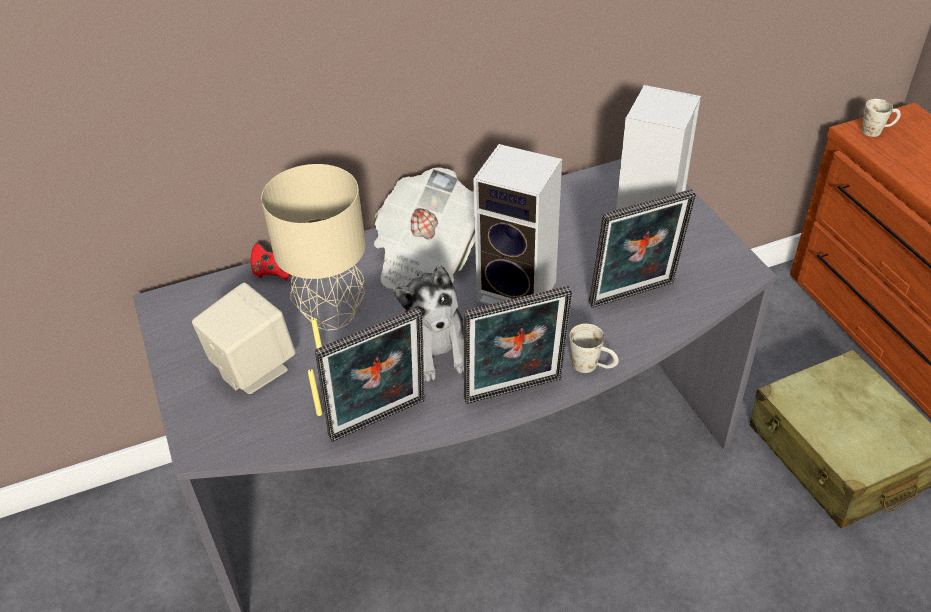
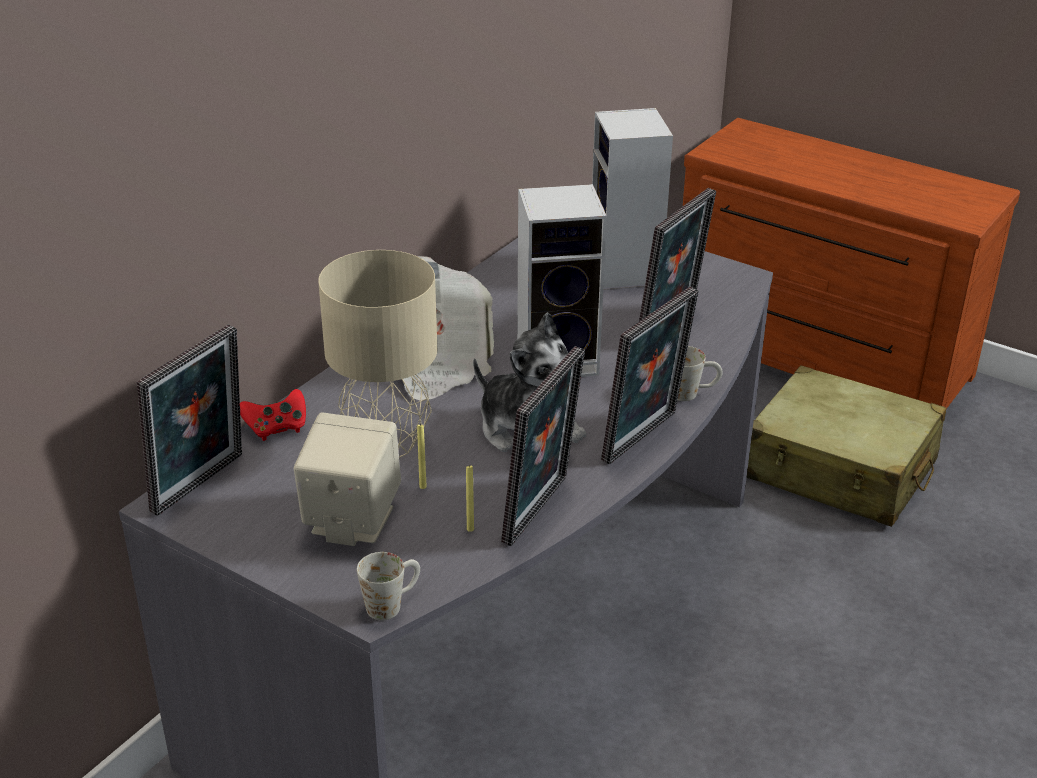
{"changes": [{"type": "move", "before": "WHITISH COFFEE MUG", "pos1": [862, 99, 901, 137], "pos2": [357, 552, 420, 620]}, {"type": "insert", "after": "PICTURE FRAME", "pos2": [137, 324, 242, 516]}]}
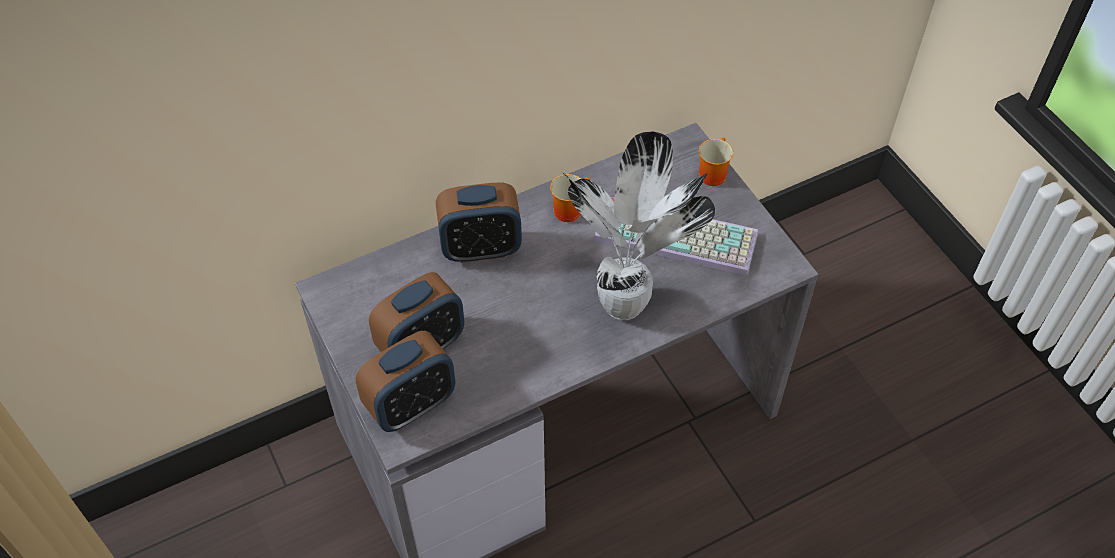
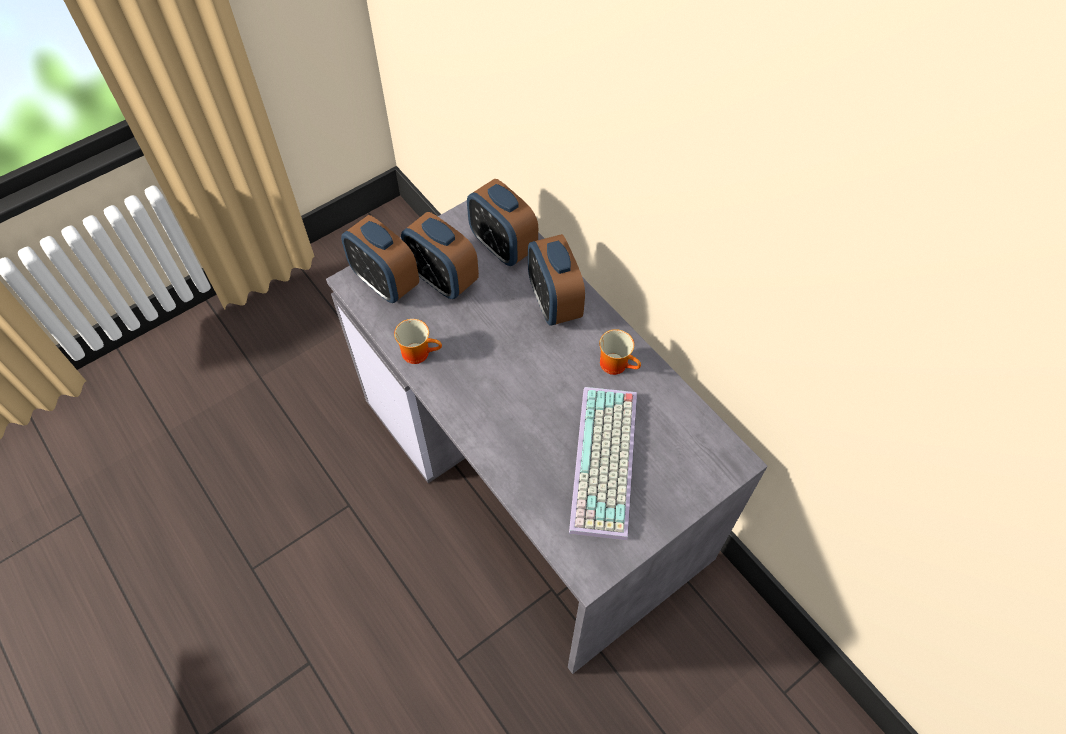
{"changes": [{"type": "delete", "before": "HOUSEPLANT", "pos1": [562, 131, 715, 320]}, {"type": "move", "before": "COFFEE MUG", "pos1": [699, 137, 734, 186], "pos2": [394, 319, 442, 364]}, {"type": "insert", "after": "ALARM CLOCK", "pos2": [467, 179, 538, 266]}]}
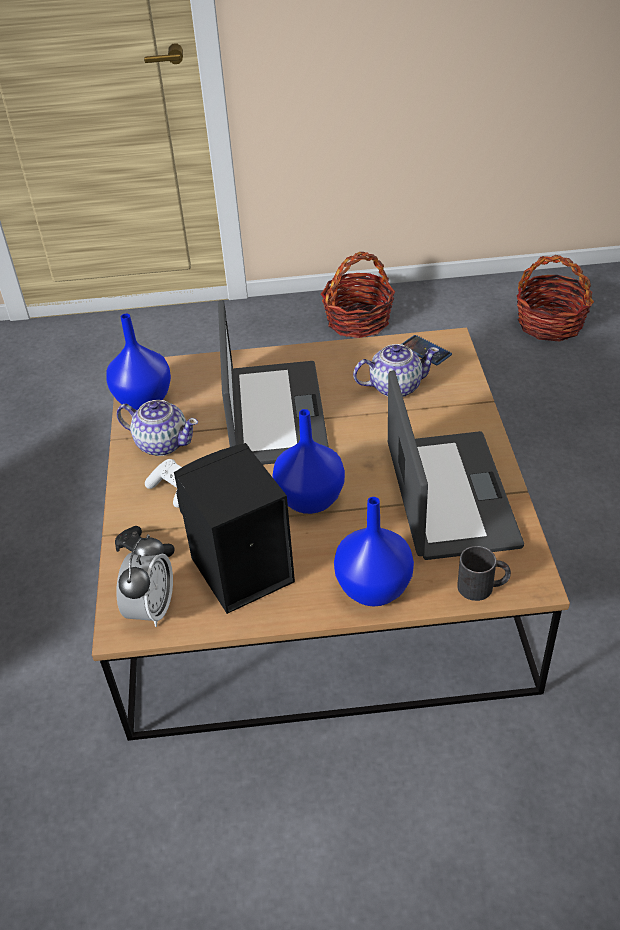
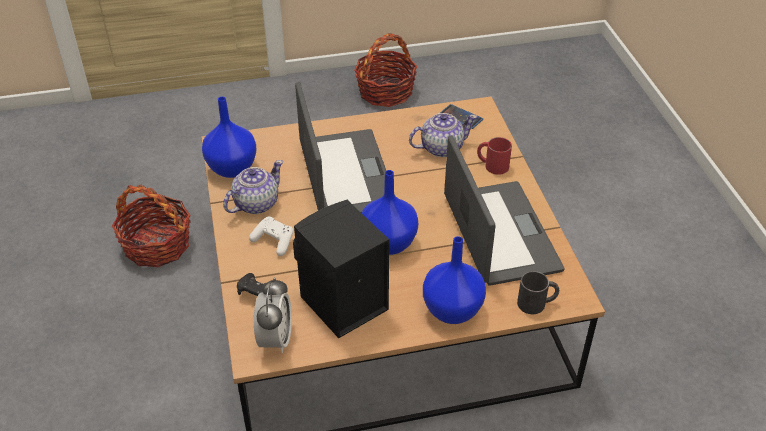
{"changes": [{"type": "rotate", "before": "POT FOR TEA", "pos1": [117, 400, 198, 456], "pos2": [223, 160, 283, 214], "turn": -60}, {"type": "move", "before": "BASKET", "pos1": [516, 255, 594, 341], "pos2": [112, 184, 191, 267]}, {"type": "insert", "after": "RED-COLOURED COFFEE MUG", "pos2": [477, 137, 512, 175]}]}
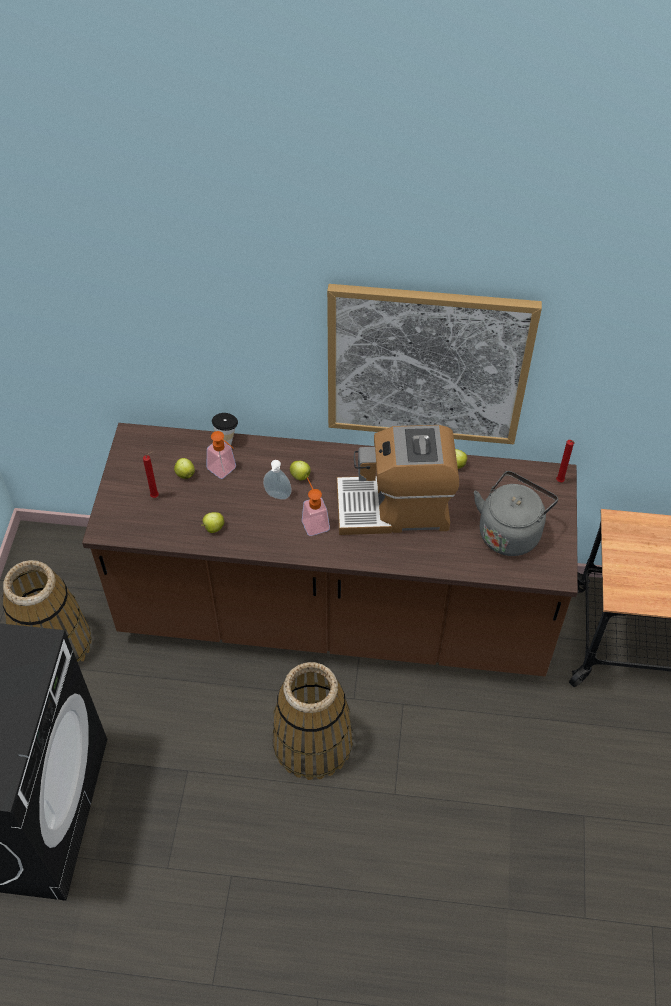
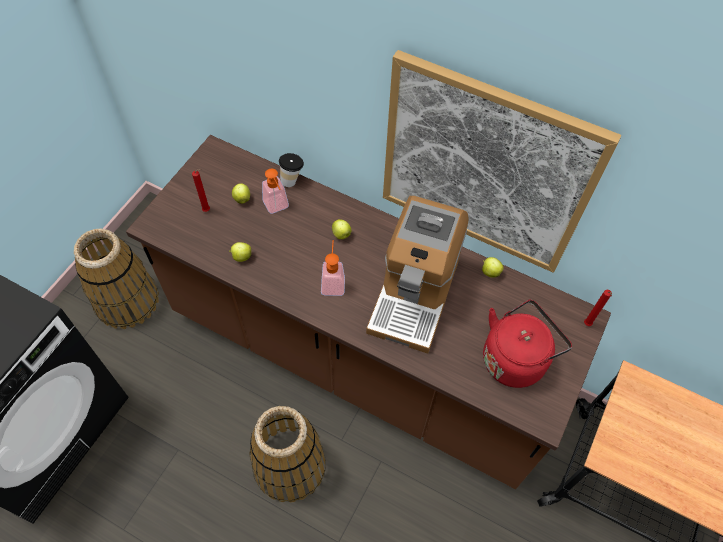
{"changes": [{"type": "delete", "before": "SOAP DISPENSER", "pos1": [263, 460, 291, 500]}, {"type": "rotate", "before": "COFFEE MACHINE", "pos1": [337, 425, 459, 535], "pos2": [366, 196, 469, 353], "turn": -90}, {"type": "recolor", "before": "GRAY KETTLE", "after": "RED-COLOURED KETTLE", "pos1": [474, 471, 558, 556], "pos2": [483, 299, 572, 388]}]}
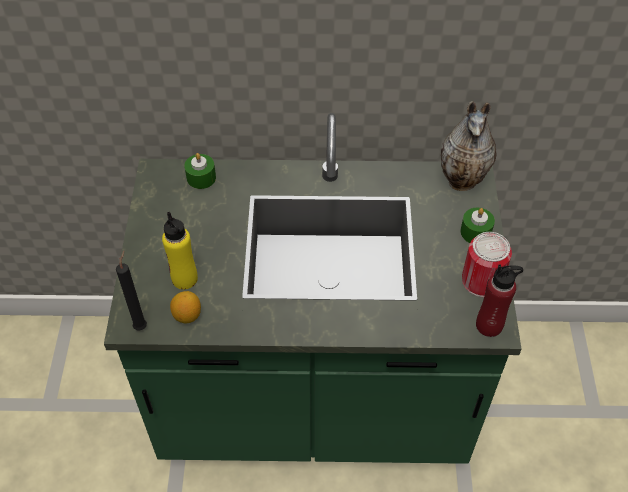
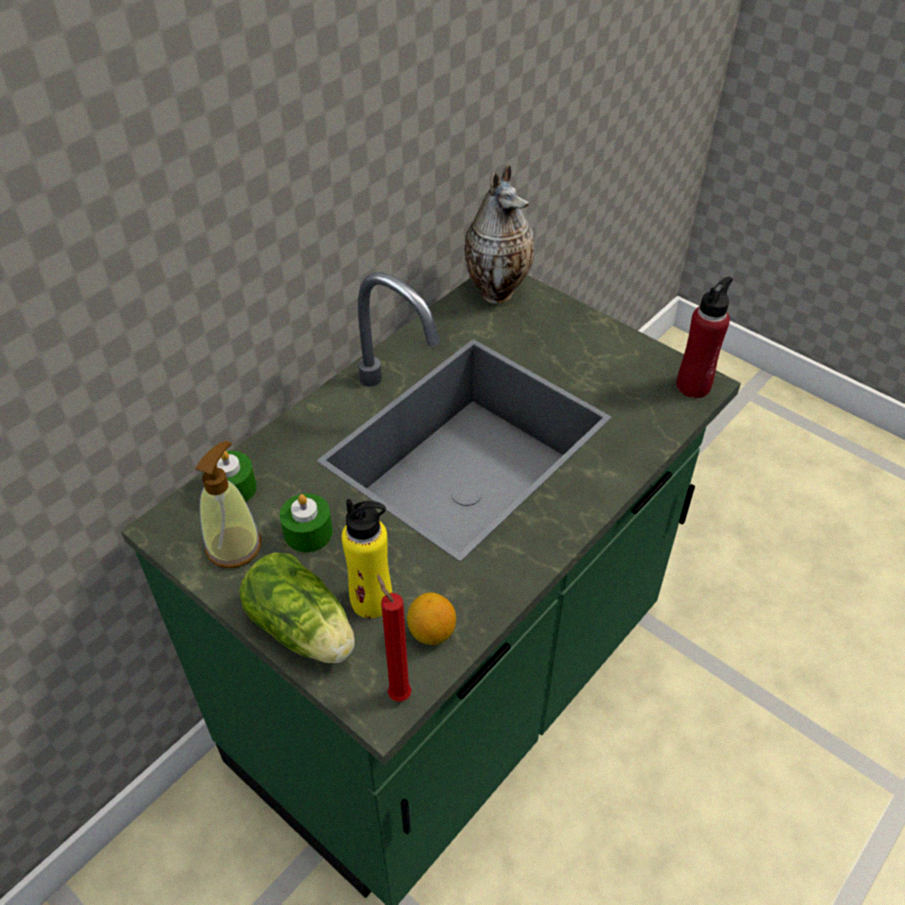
{"changes": [{"type": "recolor", "before": "BLACKISH WAX LIGHT", "after": "RED-COLOURED WAX LIGHT", "pos1": [116, 251, 147, 330], "pos2": [377, 574, 411, 702]}, {"type": "move", "before": "GREEN-COLOURED WAX LIGHT", "pos1": [460, 208, 495, 243], "pos2": [280, 493, 333, 552]}, {"type": "delete", "before": "CAN", "pos1": [462, 232, 512, 298]}, {"type": "insert", "after": "SOAP DISPENSER", "pos2": [195, 441, 261, 568]}, {"type": "insert", "after": "LETTUCE HEAD", "pos2": [239, 552, 355, 664]}]}
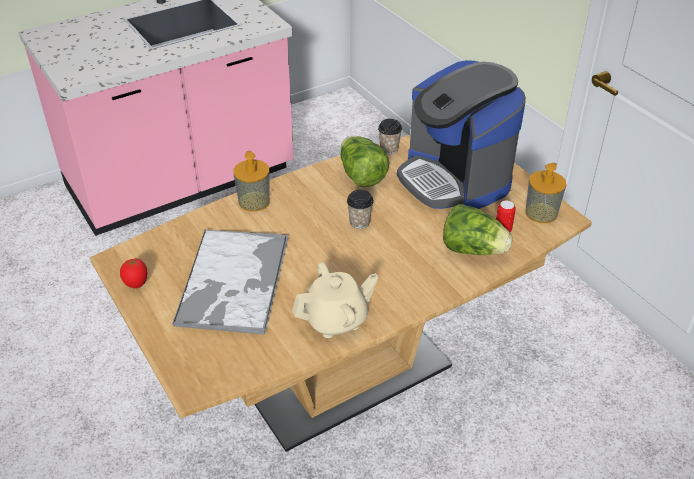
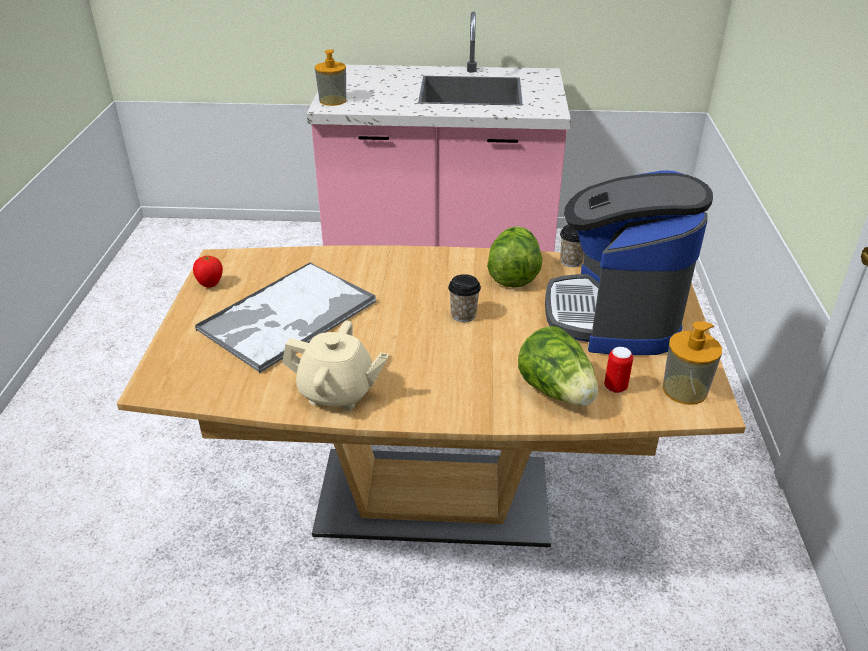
{"changes": [{"type": "move", "before": "SOAP DISPENSER", "pos1": [233, 151, 270, 212], "pos2": [315, 49, 346, 106]}]}
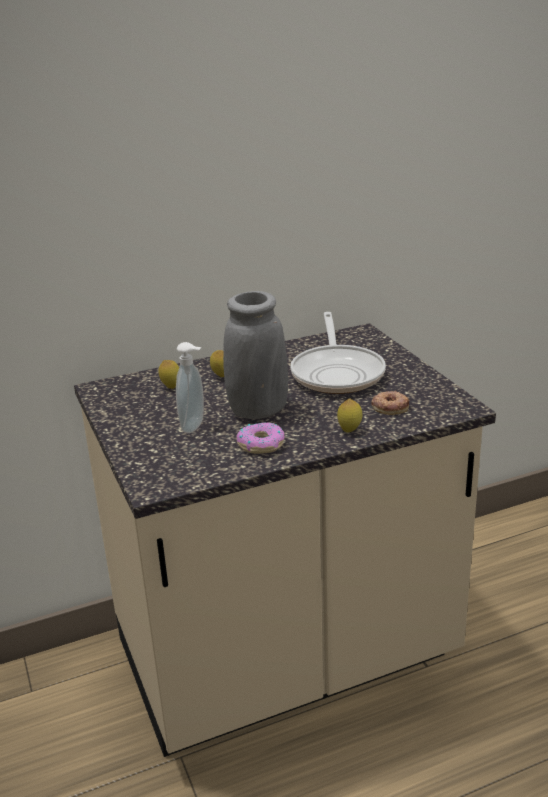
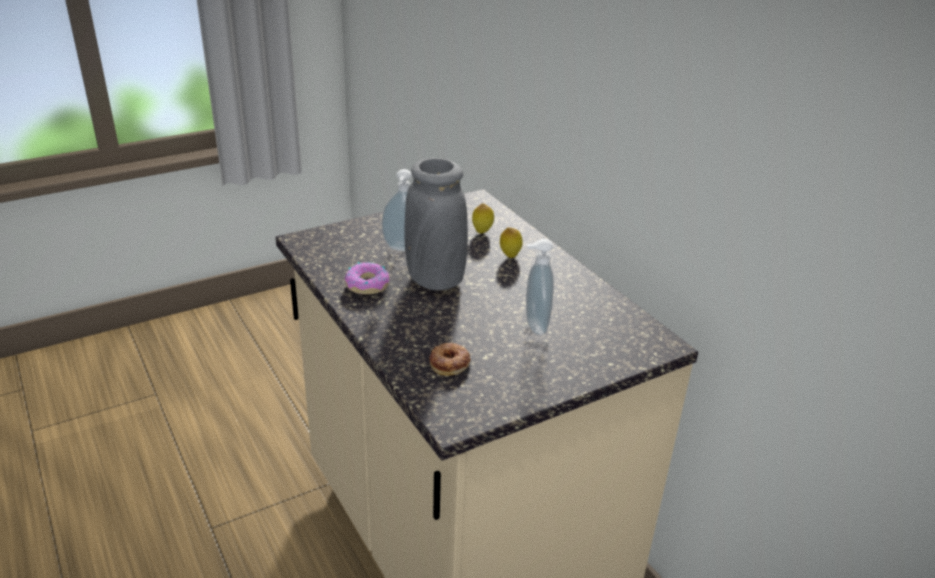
{"changes": [{"type": "replace", "before": "PAN", "after": "SOAP DISPENSER", "pos1": [291, 312, 386, 394], "pos2": [526, 239, 554, 335]}, {"type": "delete", "before": "CITRUS FRUIT", "pos1": [337, 399, 362, 433]}]}
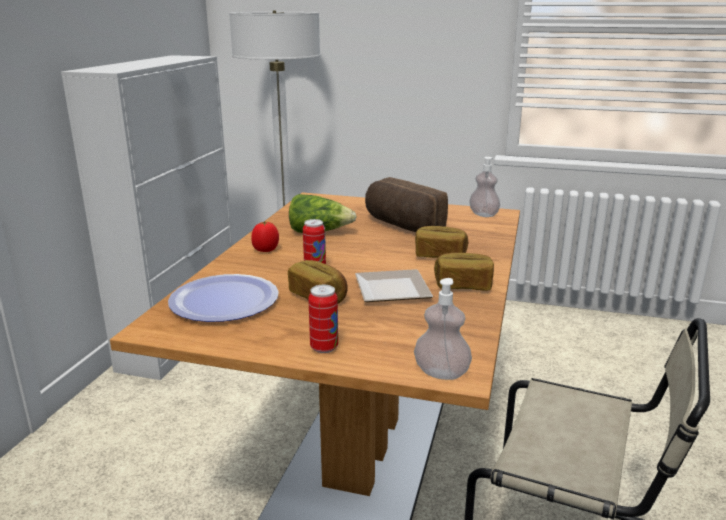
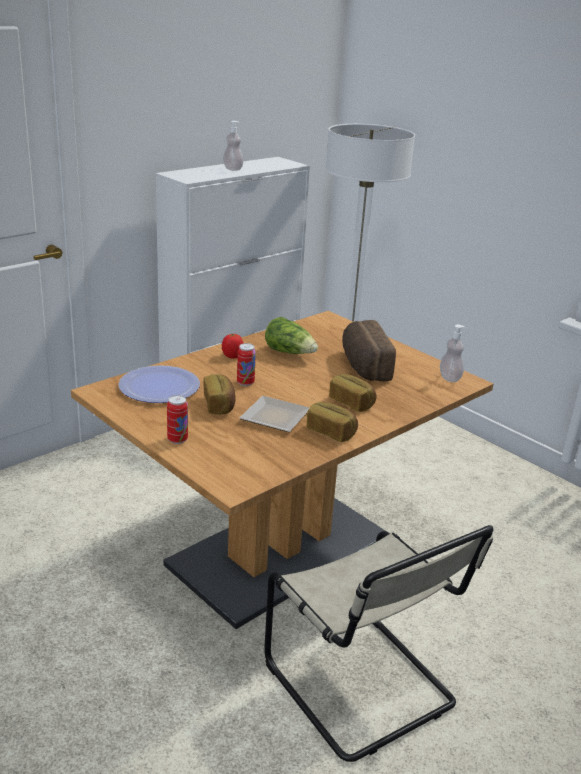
{"changes": [{"type": "move", "before": "SOAP DISPENSER", "pos1": [414, 278, 472, 380], "pos2": [223, 121, 244, 171]}]}
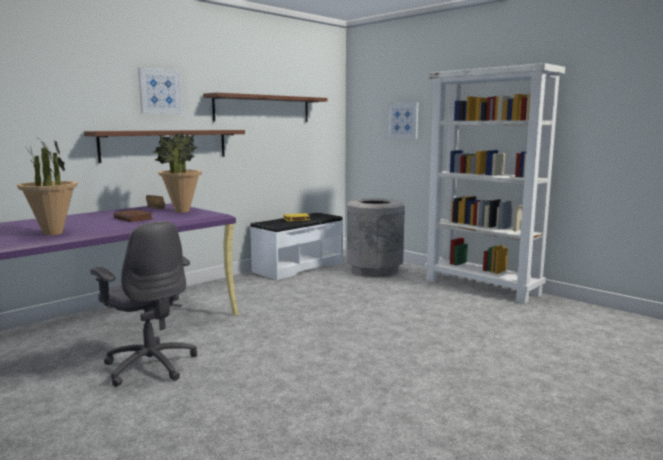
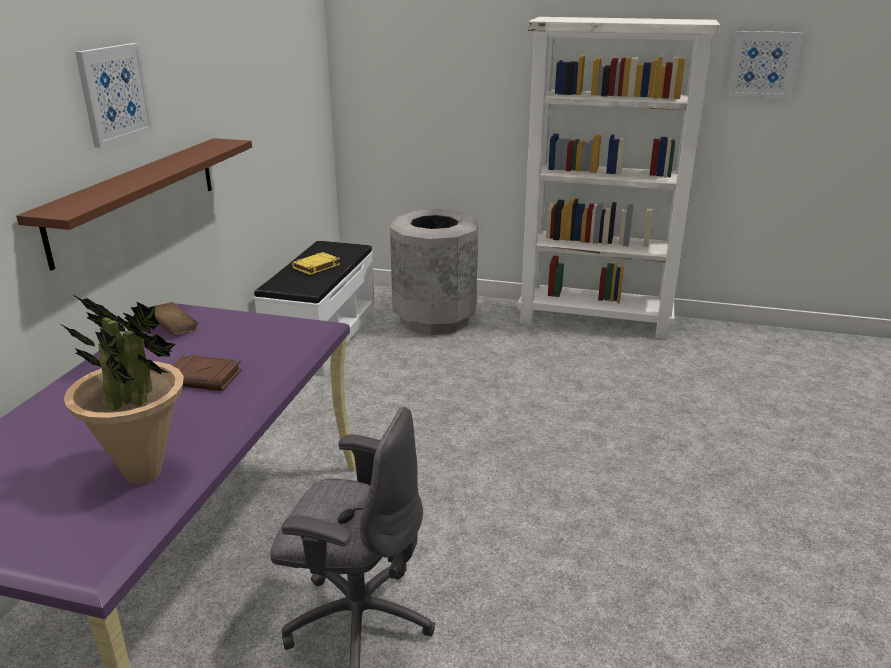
{"changes": [{"type": "delete", "before": "HOUSEPLANT", "pos1": [153, 132, 202, 213]}, {"type": "delete", "before": "BROWNISH BRACKET SHELF", "pos1": [203, 93, 327, 122]}, {"type": "move", "before": "PICTURE", "pos1": [388, 102, 418, 139], "pos2": [726, 31, 803, 98]}]}
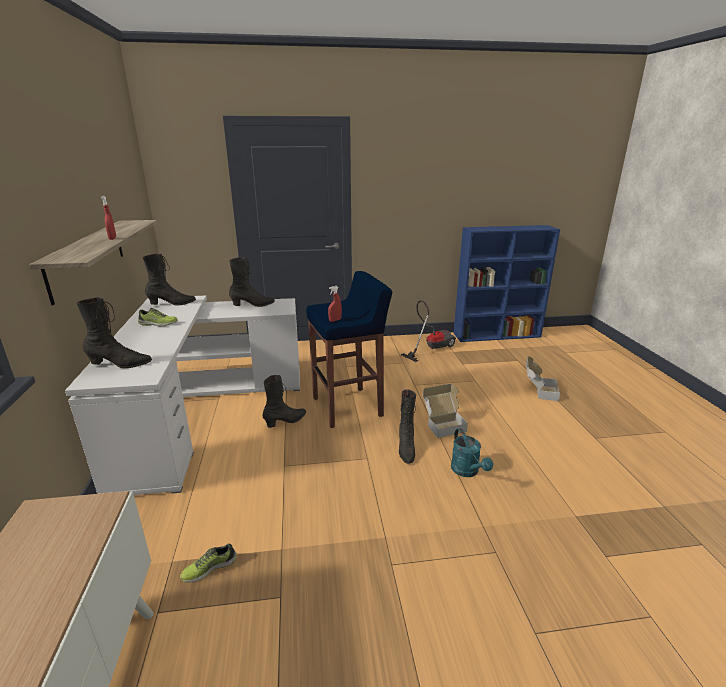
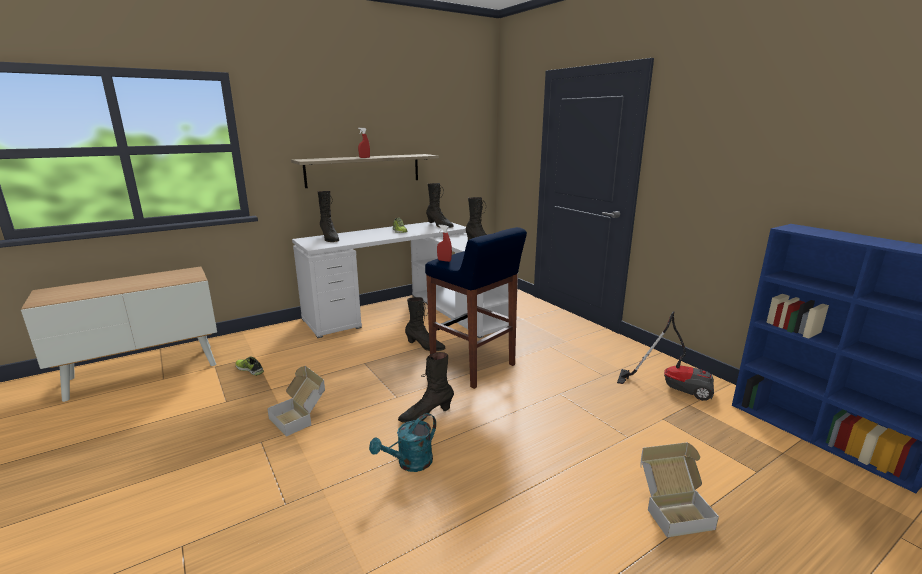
{"changes": [{"type": "move", "before": "PACKING BOX", "pos1": [423, 383, 468, 438], "pos2": [267, 366, 325, 437]}]}
